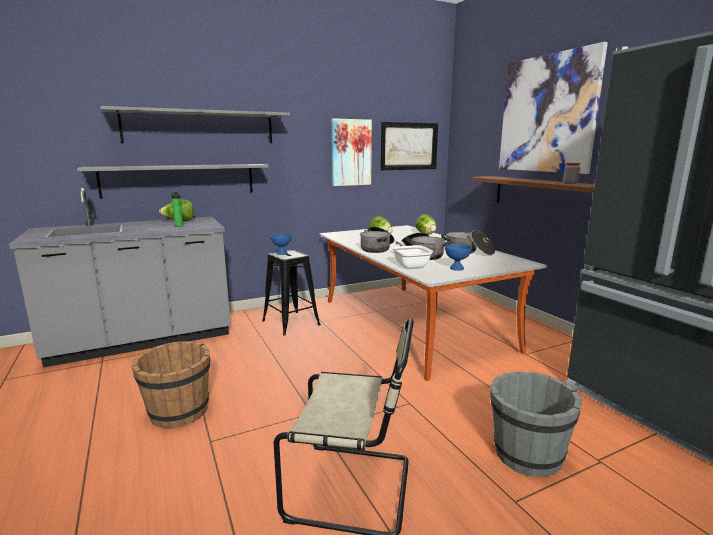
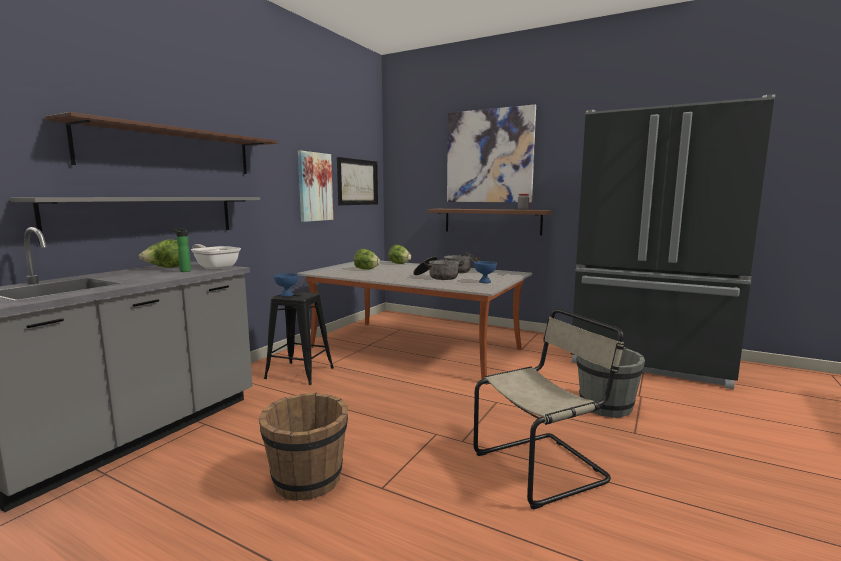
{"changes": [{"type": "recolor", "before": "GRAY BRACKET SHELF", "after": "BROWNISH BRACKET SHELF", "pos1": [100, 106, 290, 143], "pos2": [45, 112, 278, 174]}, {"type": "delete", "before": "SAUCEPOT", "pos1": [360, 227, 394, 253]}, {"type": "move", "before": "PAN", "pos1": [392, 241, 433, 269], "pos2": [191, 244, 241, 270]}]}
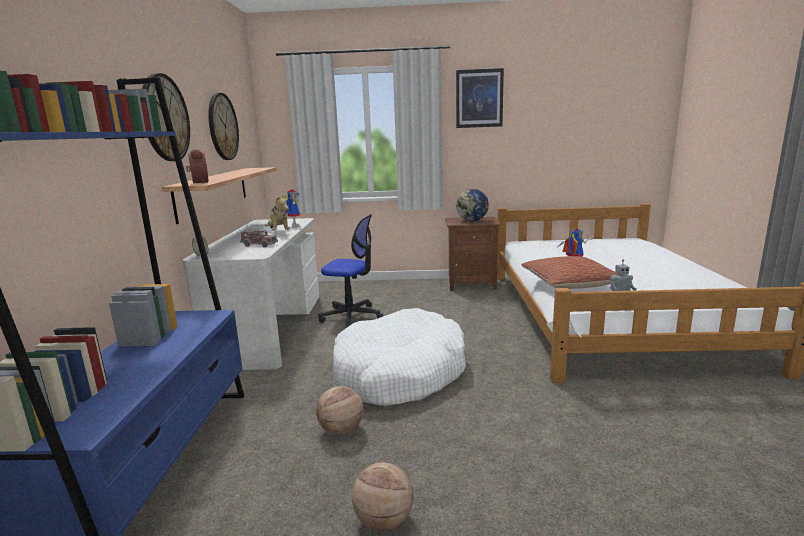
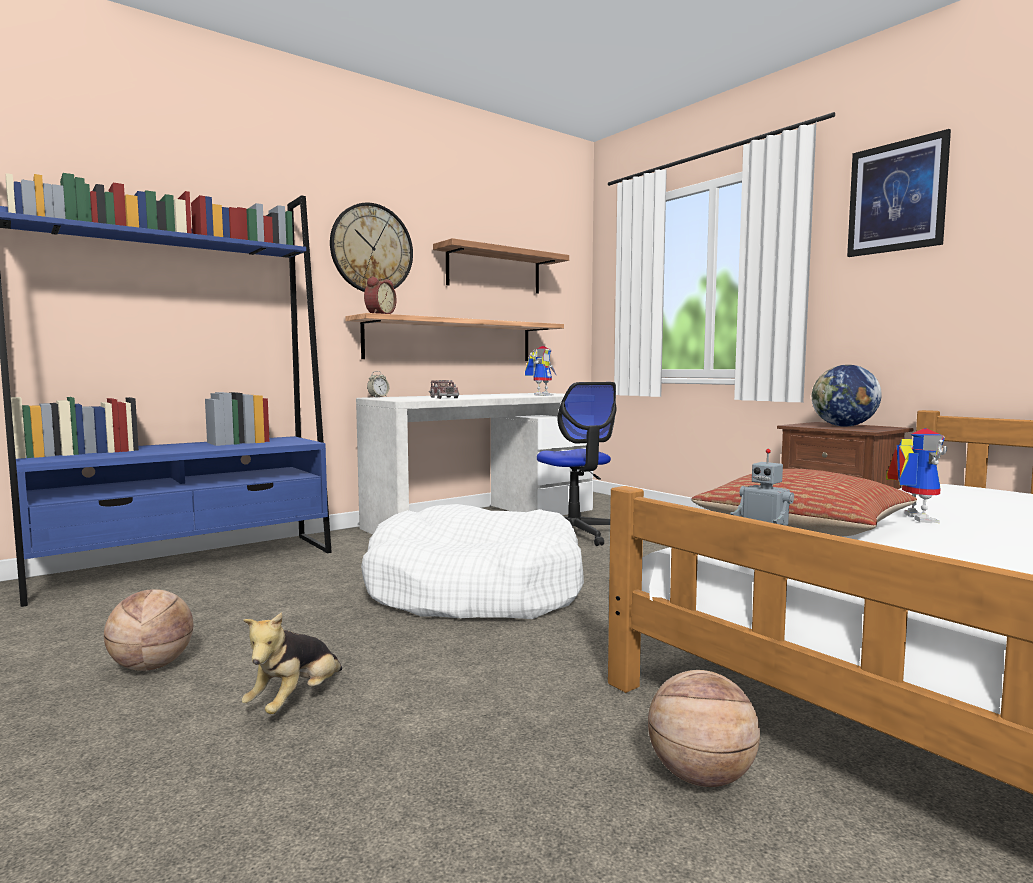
{"changes": [{"type": "replace", "before": "HANGING CLOCK", "after": "BRACKET SHELF", "pos1": [208, 93, 239, 160], "pos2": [433, 238, 569, 294]}, {"type": "move", "before": "PLUSH TOY", "pos1": [264, 195, 290, 230], "pos2": [242, 612, 342, 714]}, {"type": "move", "before": "BALL FOR BASKETBALL", "pos1": [316, 386, 363, 435], "pos2": [648, 670, 760, 787]}]}
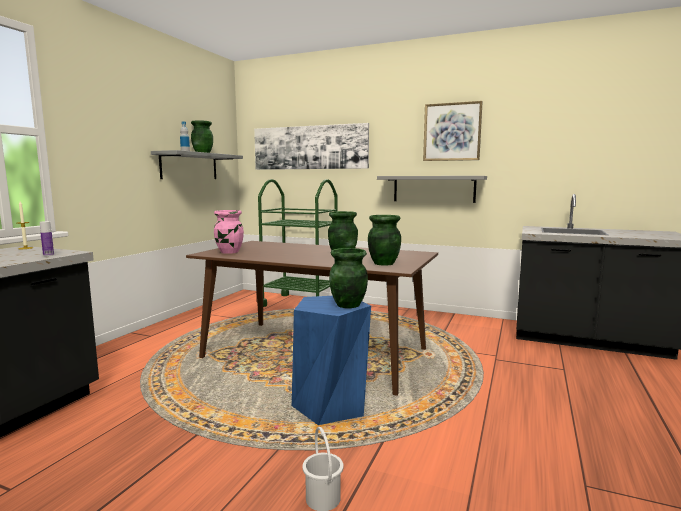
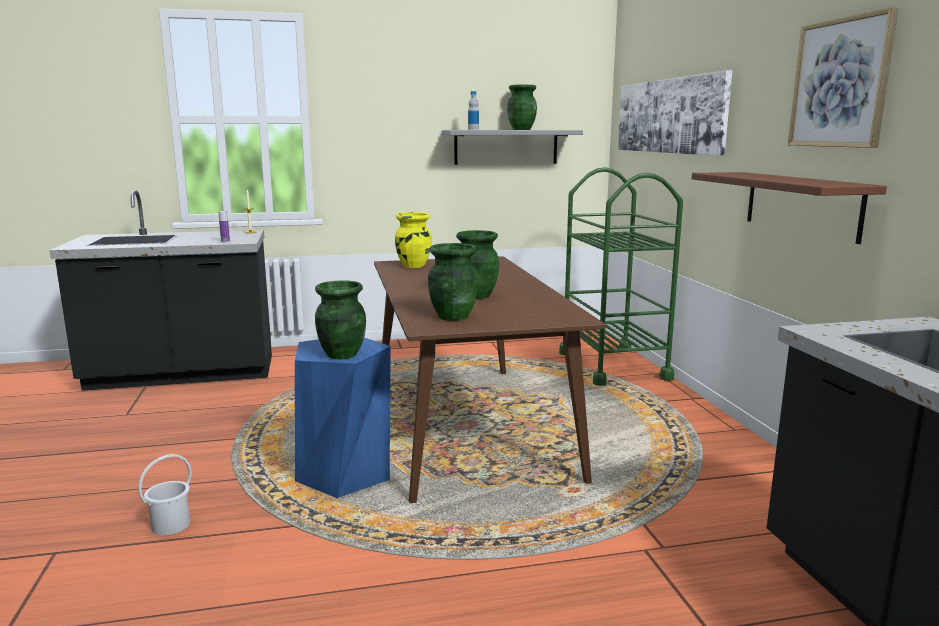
{"changes": [{"type": "recolor", "before": "PINKISH DECORATIVE VASE", "after": "YELLOWISH DECORATIVE VASE", "pos1": [214, 210, 244, 254], "pos2": [395, 212, 432, 268]}, {"type": "recolor", "before": "GRAY BRACKET SHELF", "after": "BROWNISH BRACKET SHELF", "pos1": [377, 176, 487, 203], "pos2": [692, 172, 887, 244]}]}
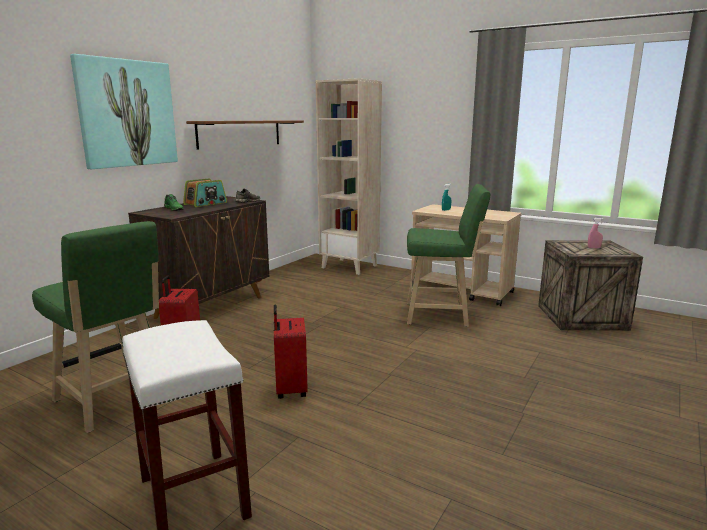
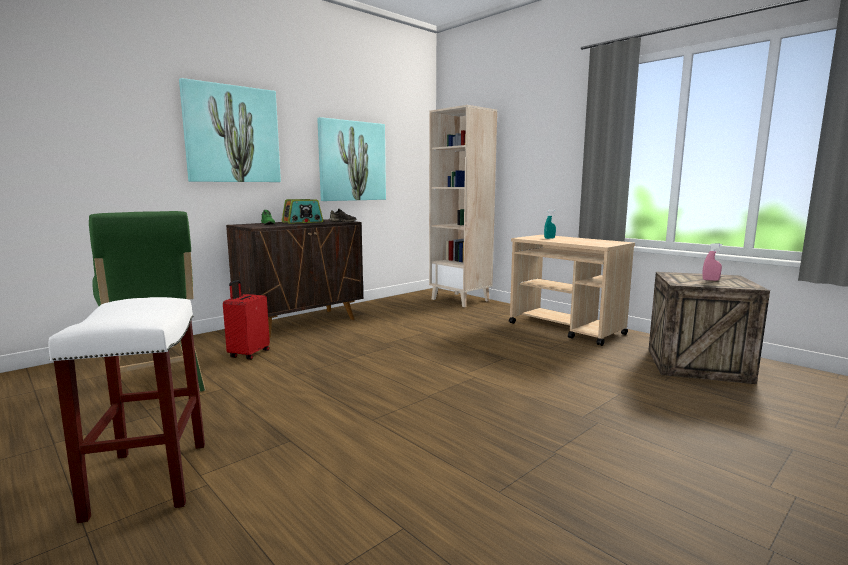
{"changes": [{"type": "replace", "before": "BRACKET SHELF", "after": "PICTURE", "pos1": [186, 120, 304, 150], "pos2": [317, 117, 386, 201]}, {"type": "delete", "before": "RED-COLOURED PIECE OF LUGGAGE", "pos1": [274, 304, 308, 399]}, {"type": "delete", "before": "GREEN-COLOURED STOOL SEAT", "pos1": [407, 184, 490, 327]}]}
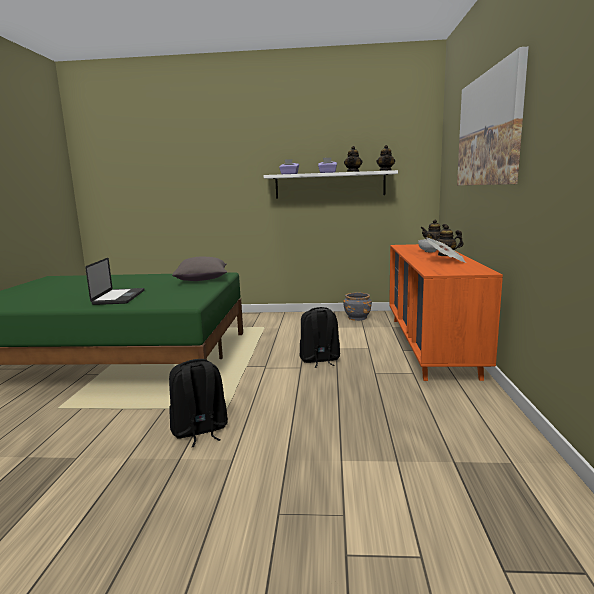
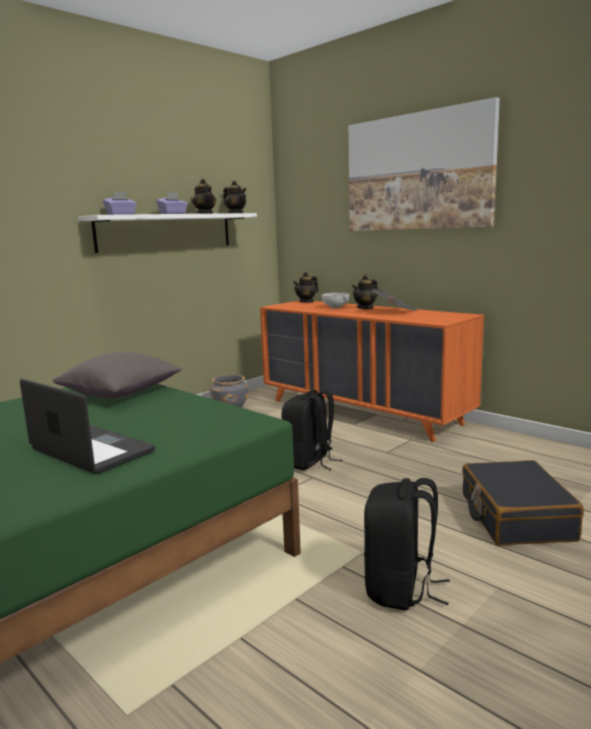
{"changes": [{"type": "insert", "after": "BLACKISH PIECE OF LUGGAGE", "pos2": [462, 460, 584, 545]}]}
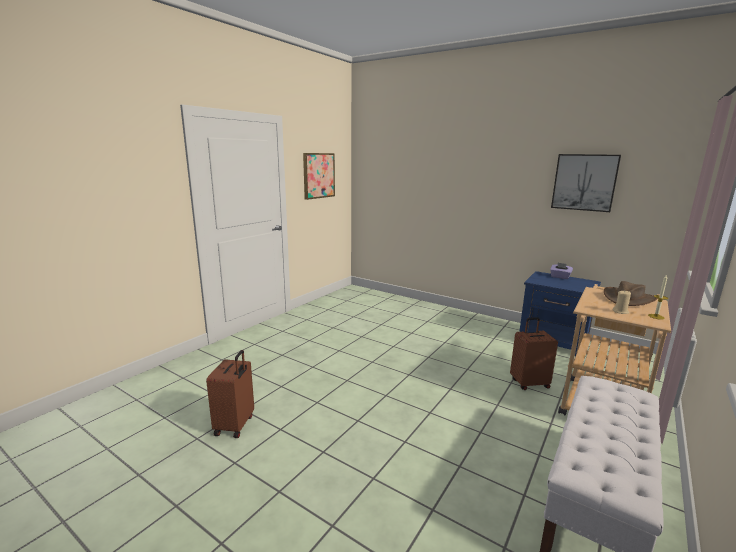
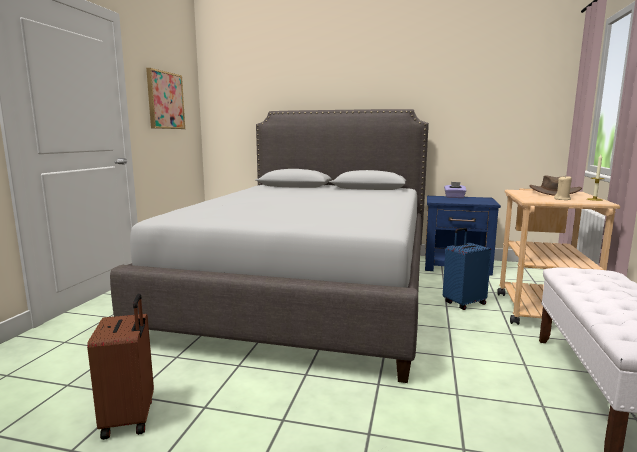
{"changes": [{"type": "recolor", "before": "BROWNISH PIECE OF LUGGAGE", "after": "BLUISH PIECE OF LUGGAGE", "pos1": [510, 317, 558, 390], "pos2": [443, 228, 491, 310]}, {"type": "delete", "before": "PICTURE", "pos1": [551, 154, 621, 212]}, {"type": "insert", "after": "GRAY BED", "pos2": [110, 109, 429, 383]}]}
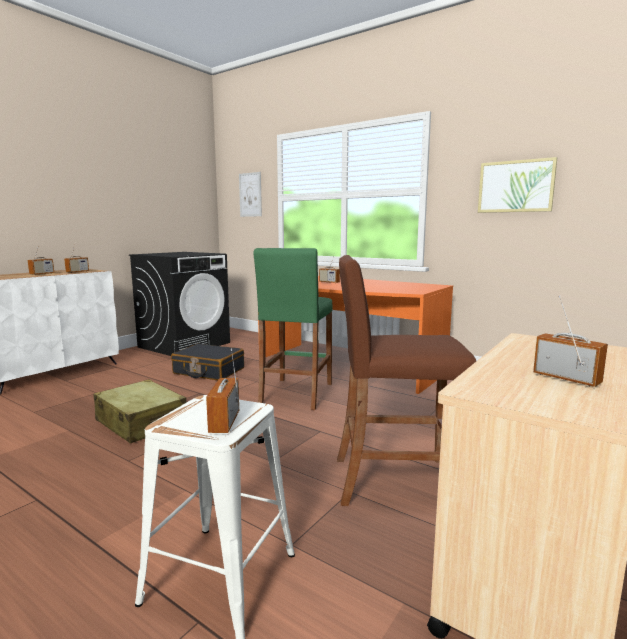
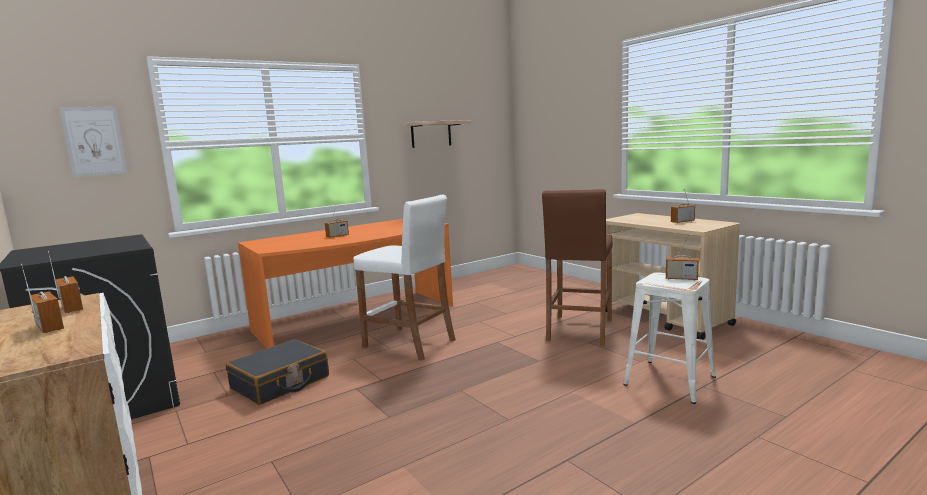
{"changes": [{"type": "delete", "before": "BEIGE PIECE OF LUGGAGE", "pos1": [93, 379, 186, 443]}, {"type": "recolor", "before": "GREEN-COLOURED STOOL SEAT", "after": "WHITISH STOOL SEAT", "pos1": [254, 248, 333, 410], "pos2": [353, 195, 456, 361]}, {"type": "replace", "before": "PICTURE", "after": "BRACKET SHELF", "pos1": [478, 157, 557, 213], "pos2": [403, 120, 471, 148]}]}
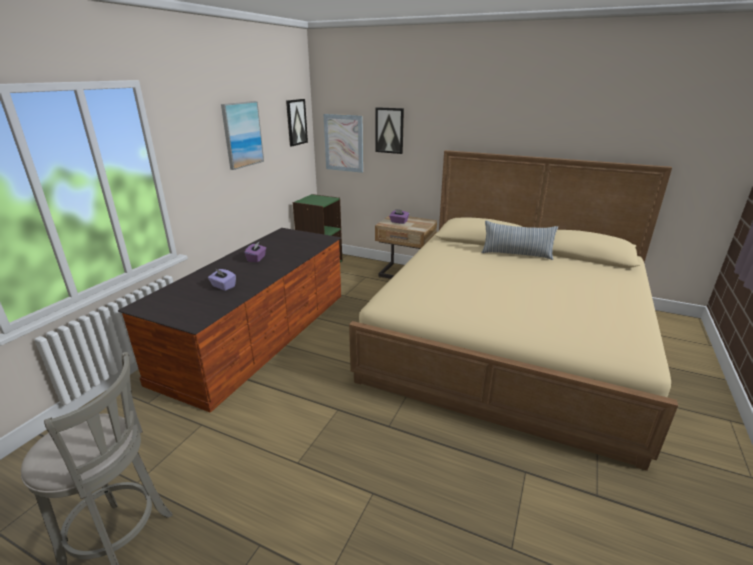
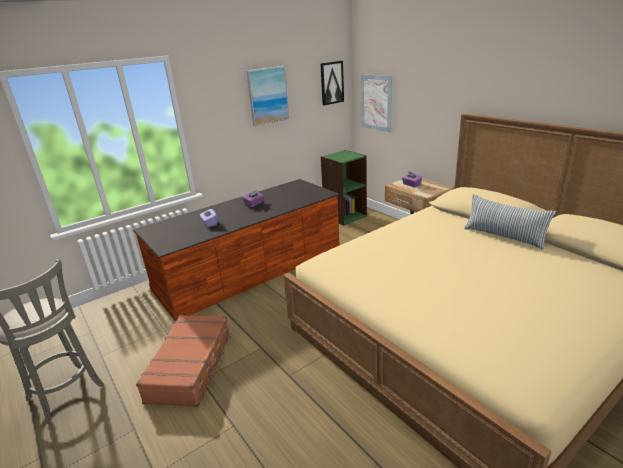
{"changes": [{"type": "delete", "before": "PICTURE", "pos1": [375, 107, 404, 154]}, {"type": "insert", "after": "BROWNISH PIECE OF LUGGAGE", "pos2": [136, 315, 231, 407]}]}
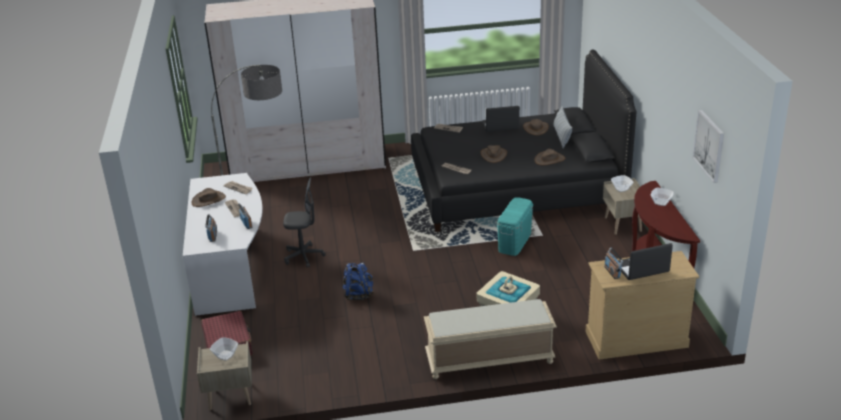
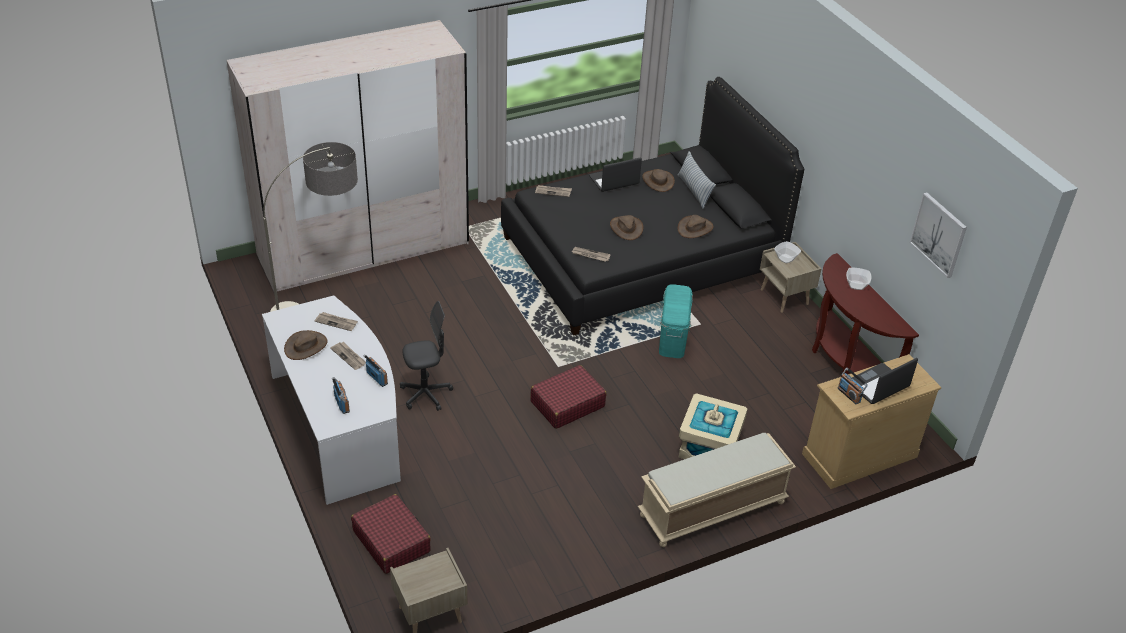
{"changes": [{"type": "delete", "before": "BOWL", "pos1": [210, 337, 238, 361]}, {"type": "delete", "before": "BLUISH RUCKSACK", "pos1": [342, 263, 374, 300]}, {"type": "insert", "after": "RED-COLOURED PIECE OF LUGGAGE", "pos2": [530, 365, 606, 429]}]}
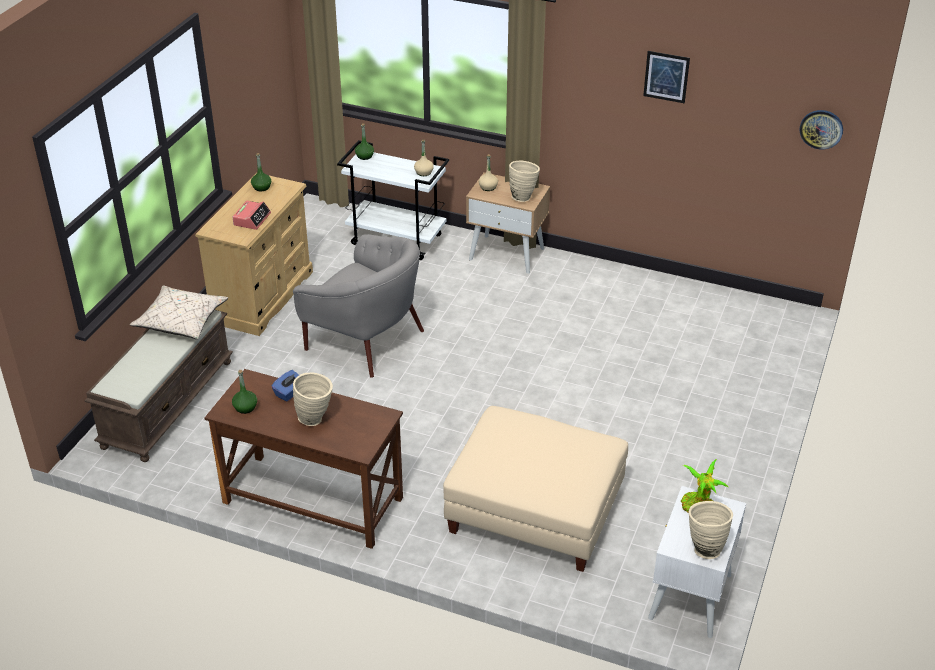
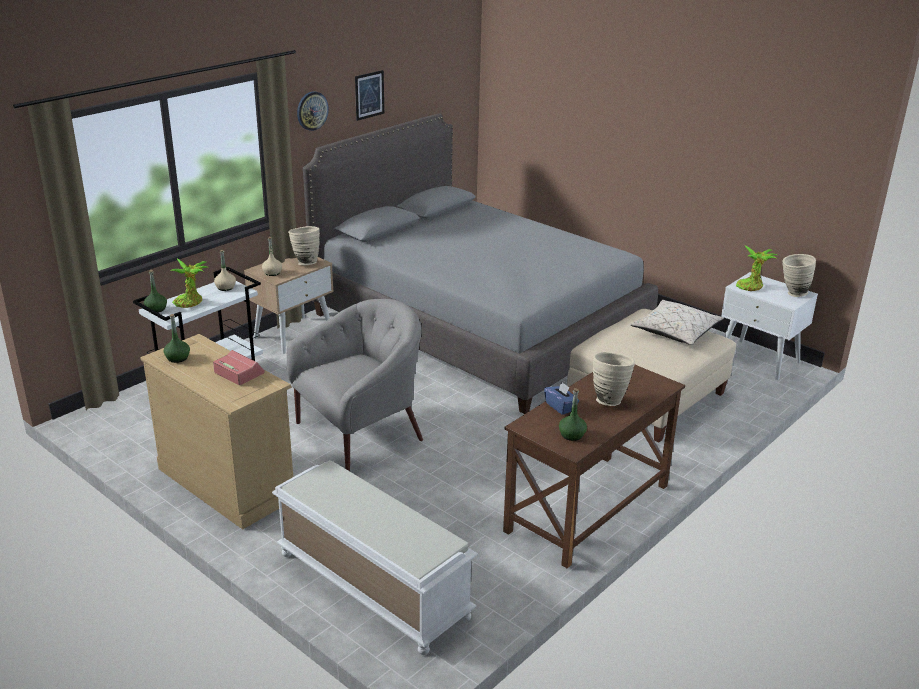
{"changes": [{"type": "recolor", "before": "BROWNISH BENCH", "after": "WHITISH BENCH", "pos1": [85, 310, 233, 462], "pos2": [272, 460, 478, 655]}, {"type": "move", "before": "BEIGE THROW PILLOW", "pos1": [130, 286, 228, 339], "pos2": [631, 300, 724, 345]}, {"type": "move", "before": "HANGING CLOCK", "pos1": [799, 110, 843, 150], "pos2": [297, 91, 329, 131]}, {"type": "insert", "after": "HOUSEPLANT", "pos2": [170, 259, 208, 308]}, {"type": "insert", "after": "GRAY BED", "pos2": [303, 113, 658, 414]}]}
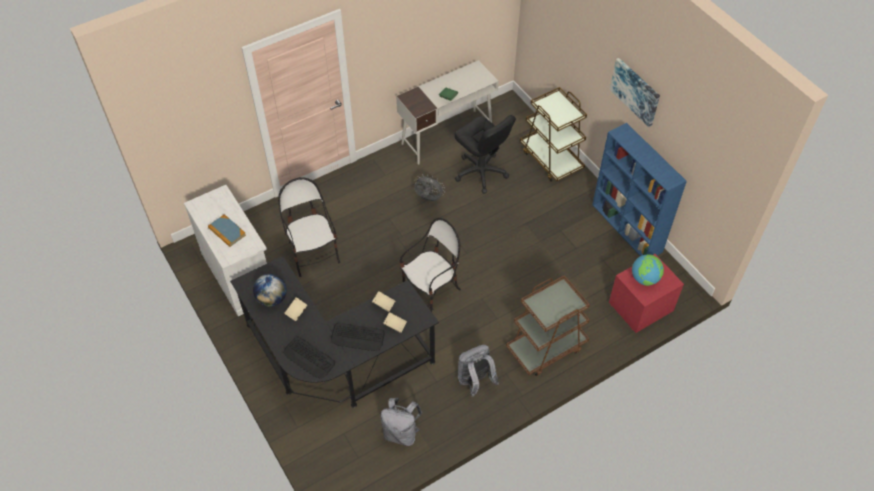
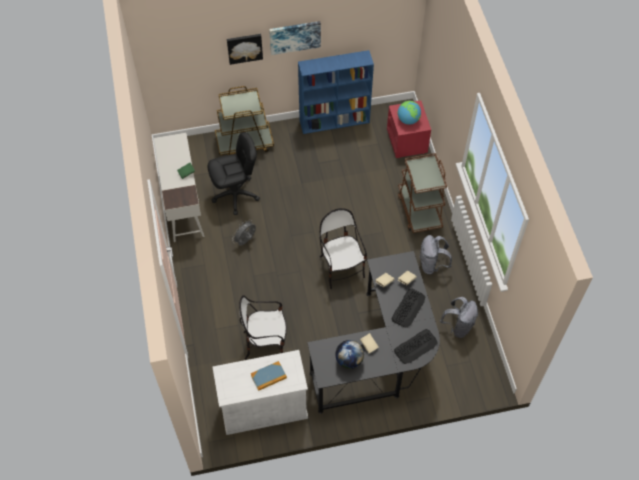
{"changes": [{"type": "insert", "after": "PICTURE", "pos2": [227, 34, 263, 65]}]}
